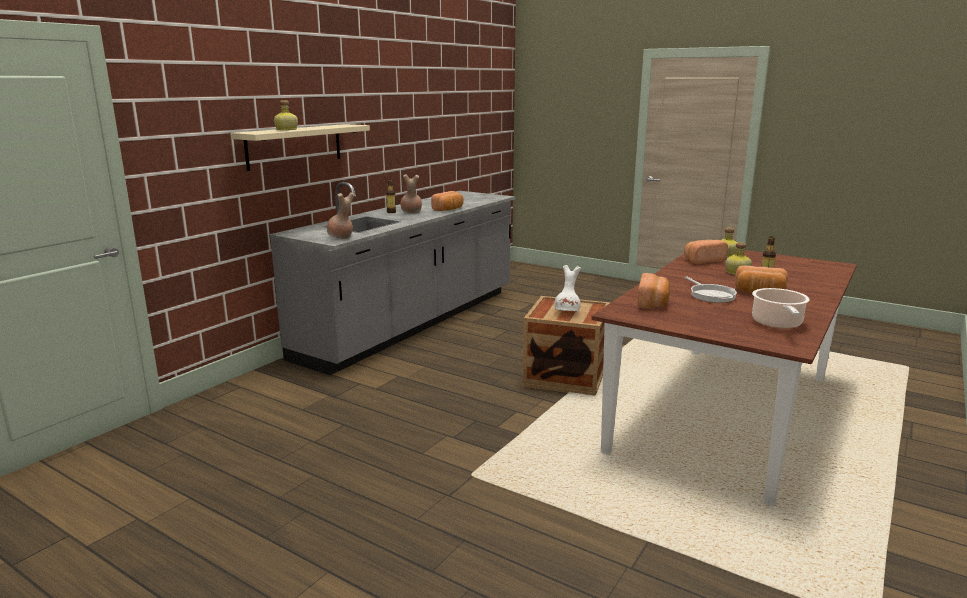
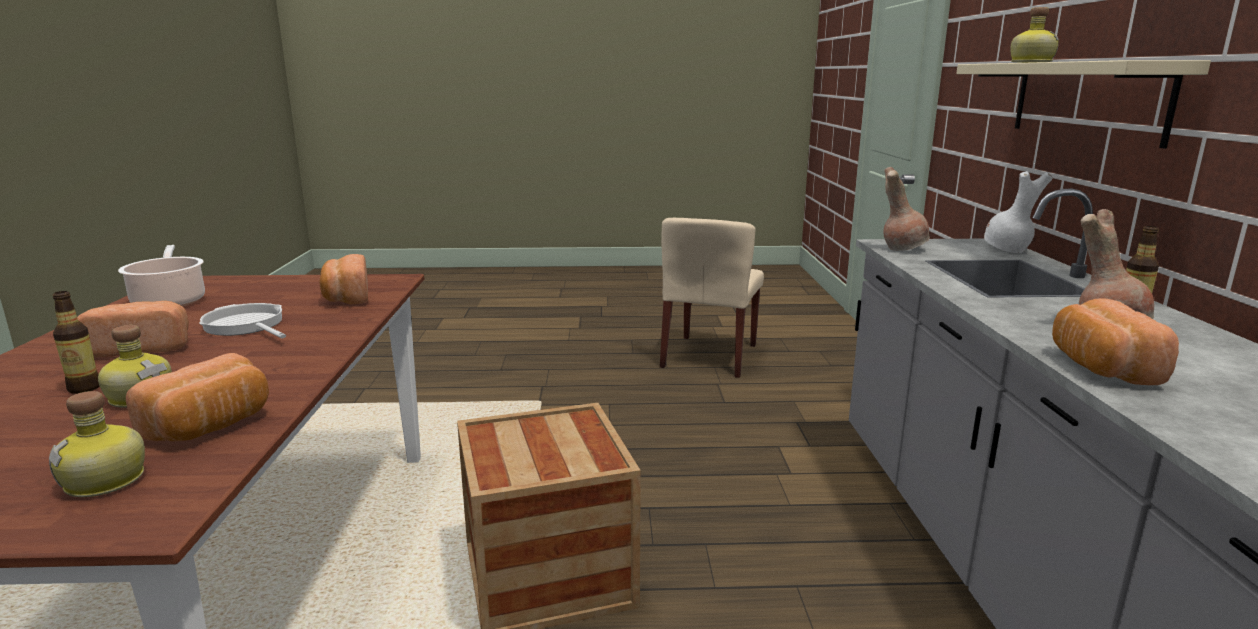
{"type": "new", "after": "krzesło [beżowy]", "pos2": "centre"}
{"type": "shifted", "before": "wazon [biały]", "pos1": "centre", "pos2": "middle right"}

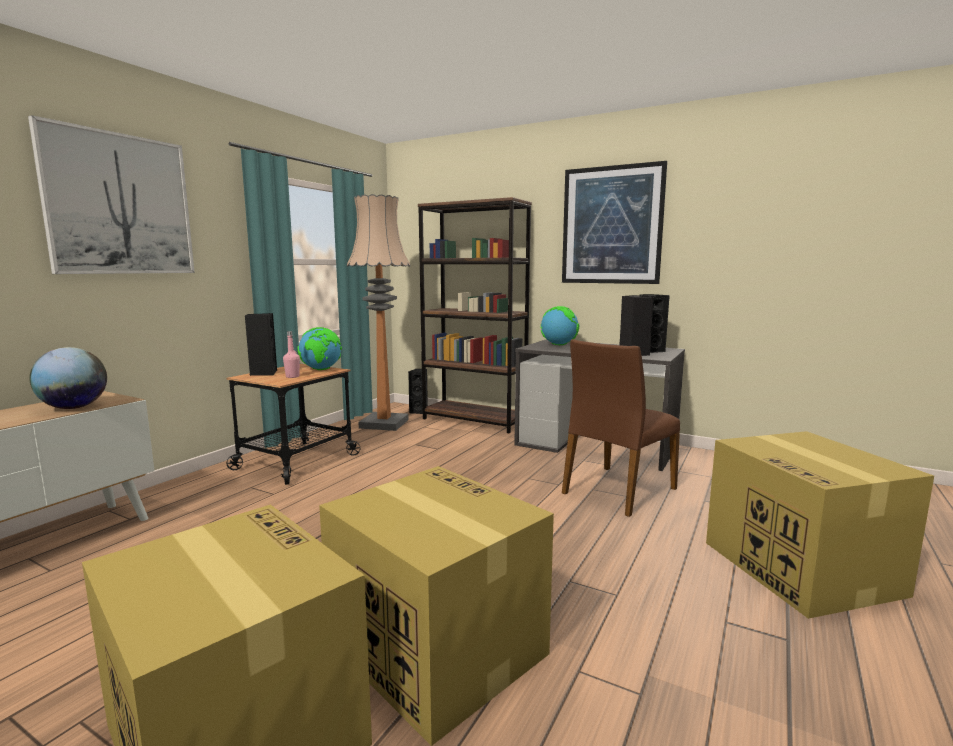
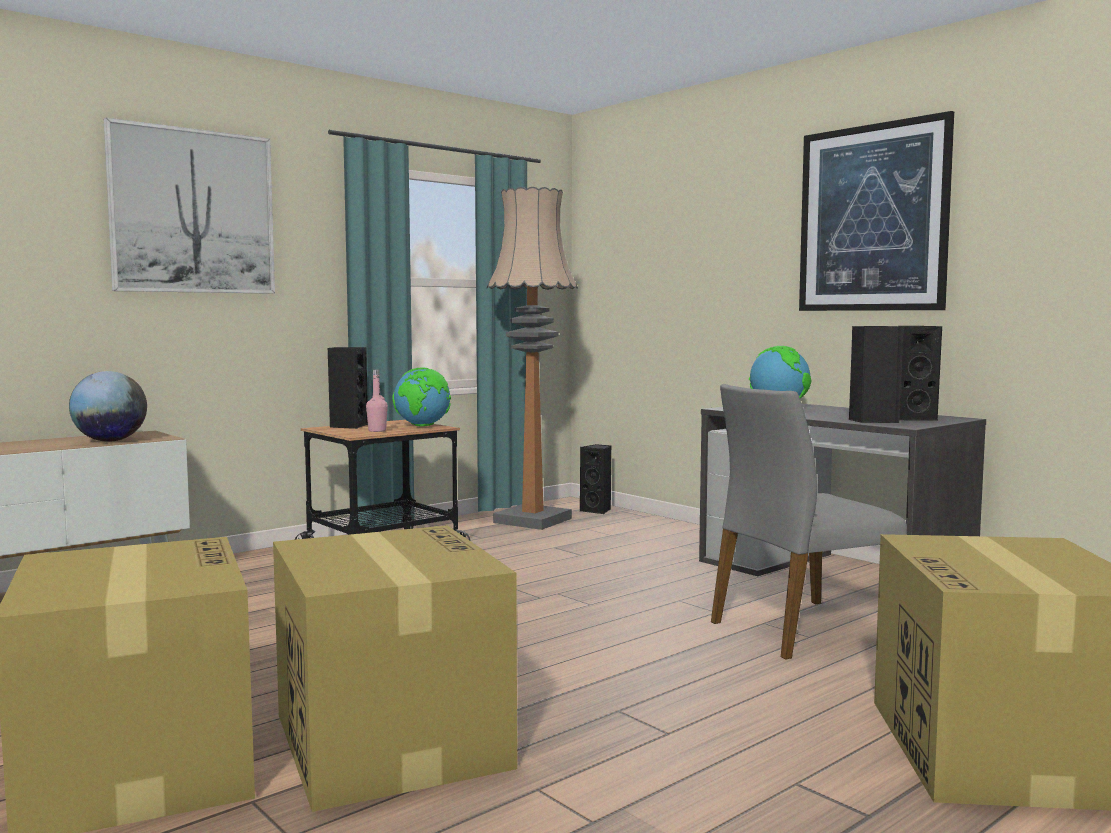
{"type": "gone", "before": "regał [brązowy]", "pos1": "centre"}
{"type": "repainted", "before": "krzesło [brązowy]", "after": "krzesło [szary]", "pos1": "centre", "pos2": "middle right"}

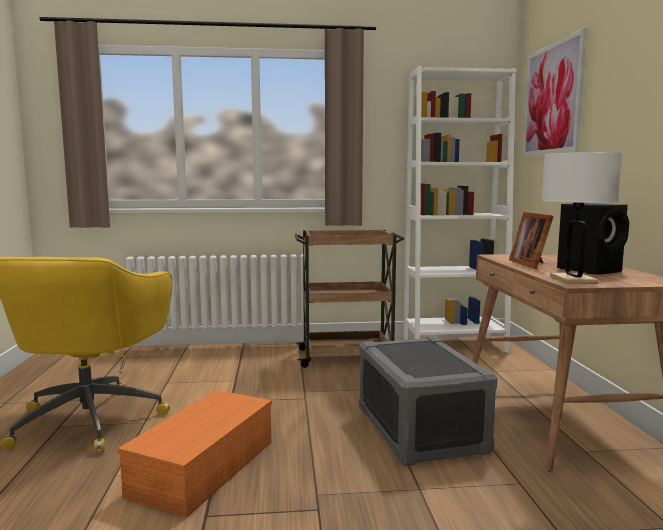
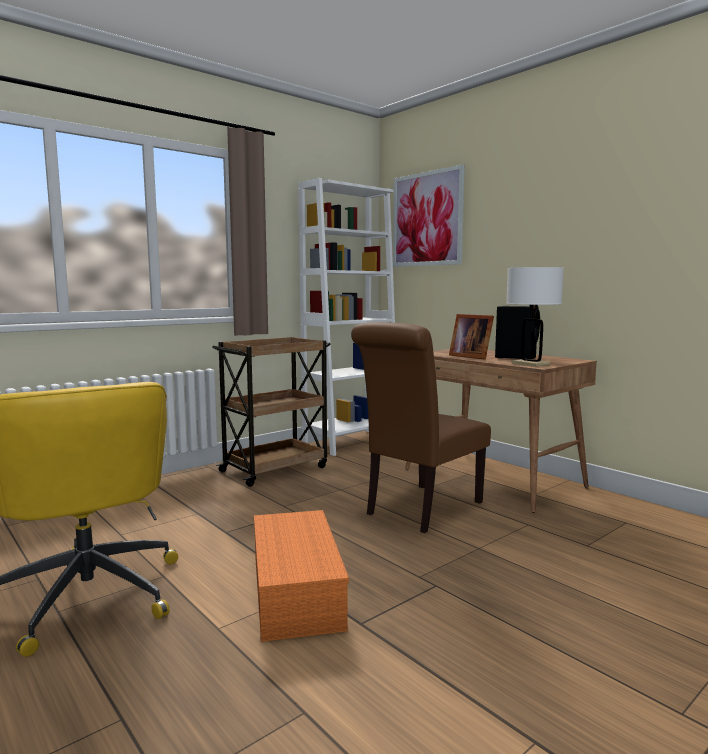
{"type": "swapped", "before": "pojemnik do przechowywania [szary]", "after": "krzesło [brązowy]", "pos1": "bottom centre", "pos2": "centre"}

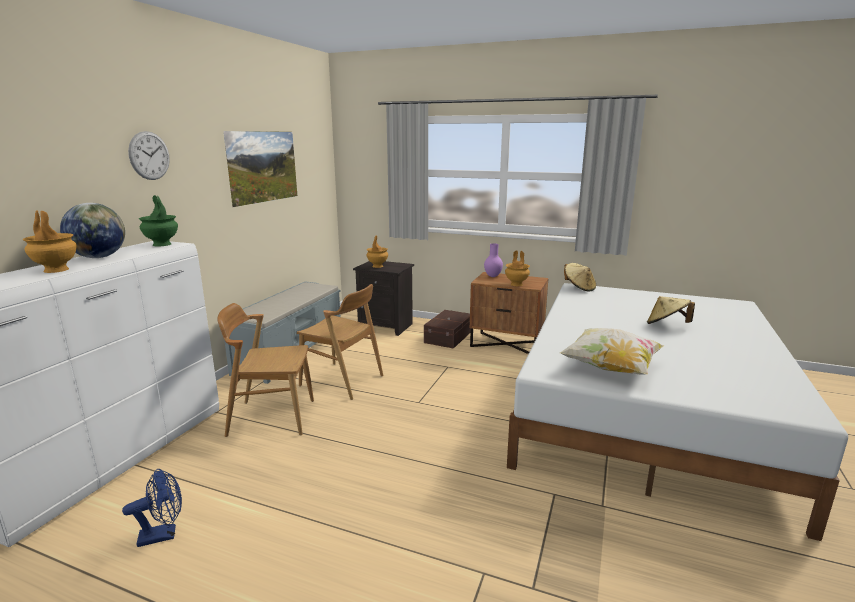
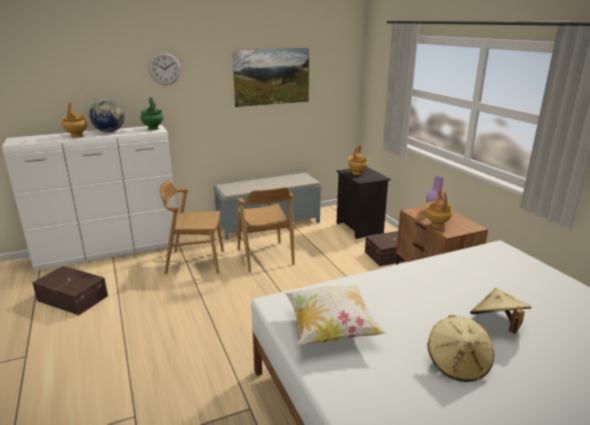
{"type": "shifted", "before": "kapelusz [beżowy] (no. 1 from left)", "pos1": "middle right", "pos2": "bottom right"}
{"type": "swapped", "before": "wentylator [niebieski]", "after": "pojemnik do przechowywania [brązowy] (no. 1 from left)", "pos1": "bottom left", "pos2": "bottom left"}
{"type": "rotated", "before": "krzesło [brązowy] (no. 1 from left)", "pos1": "middle left", "pos2": "middle left", "turn": -45}

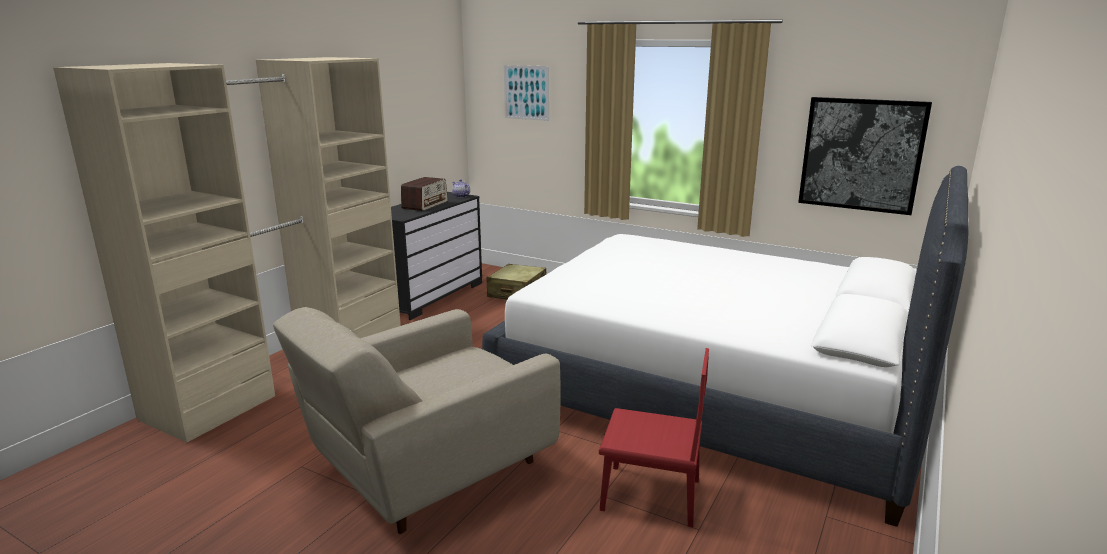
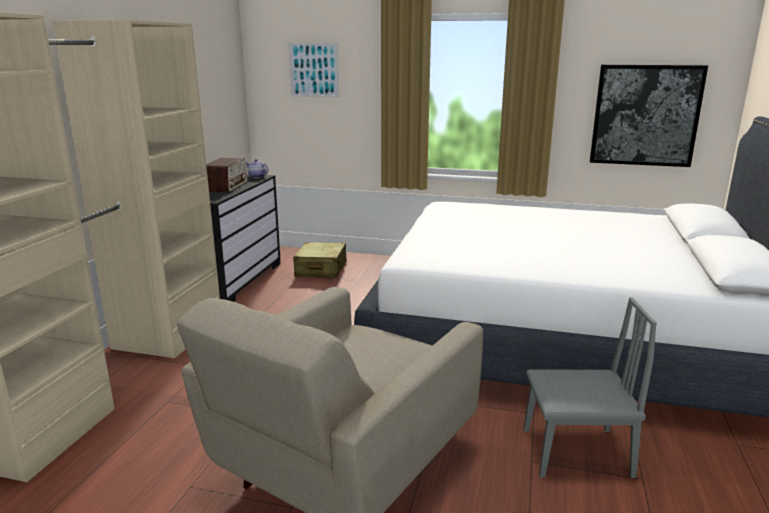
{"type": "repainted", "before": "krzesło [czerwony]", "after": "krzesło [szary]", "pos1": "bottom centre", "pos2": "bottom right"}

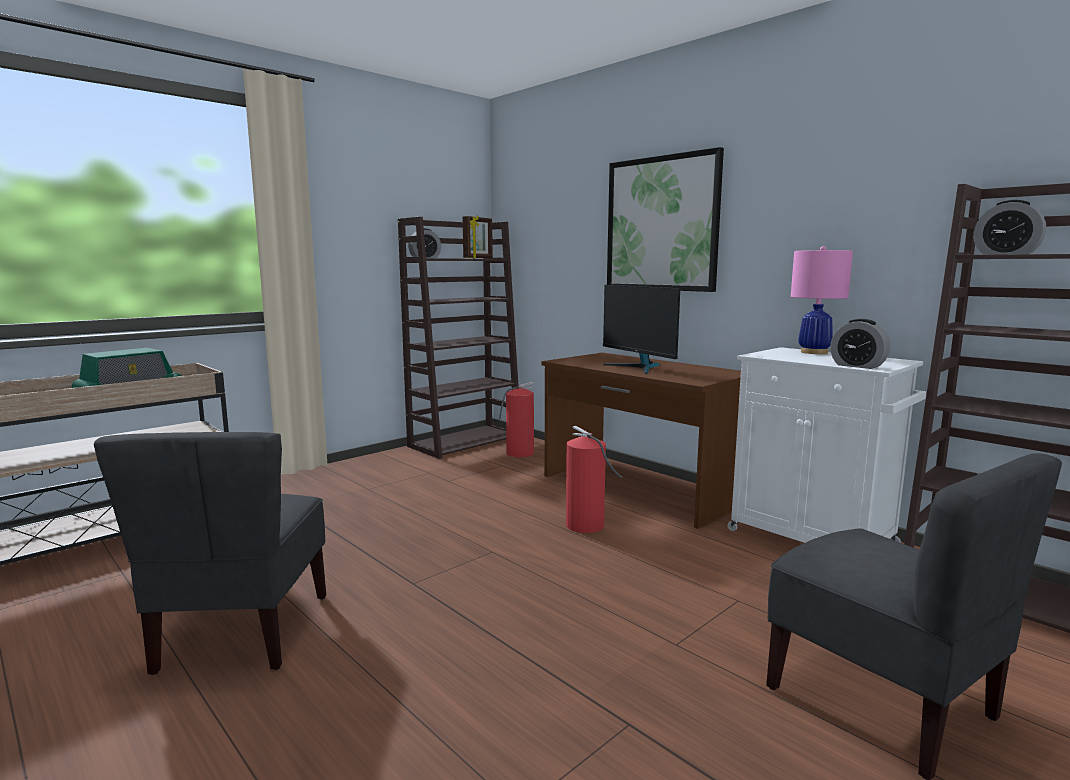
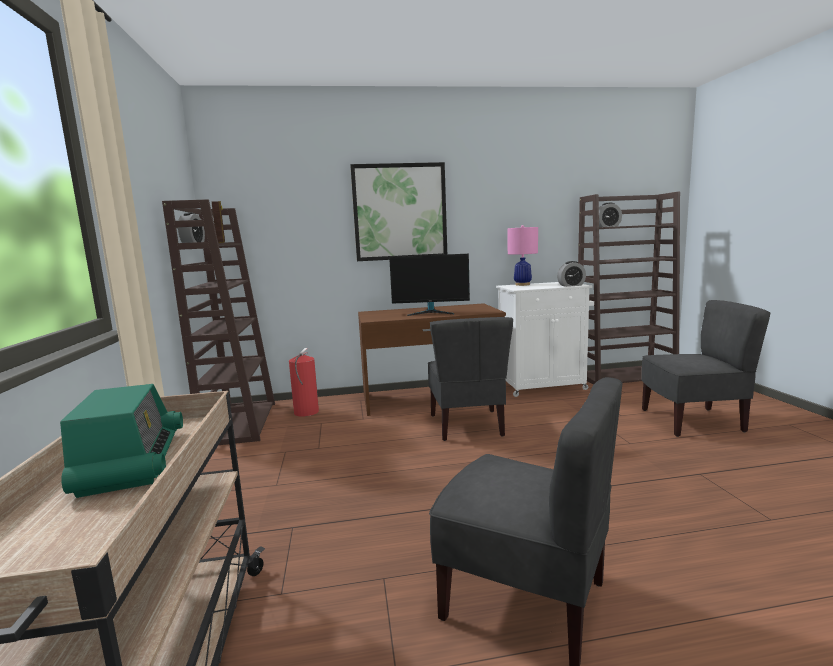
{"type": "swapped", "before": "gaśnica (no. 2 from left)", "after": "krzesło [szary] (no. 1 from left)", "pos1": "centre", "pos2": "centre"}

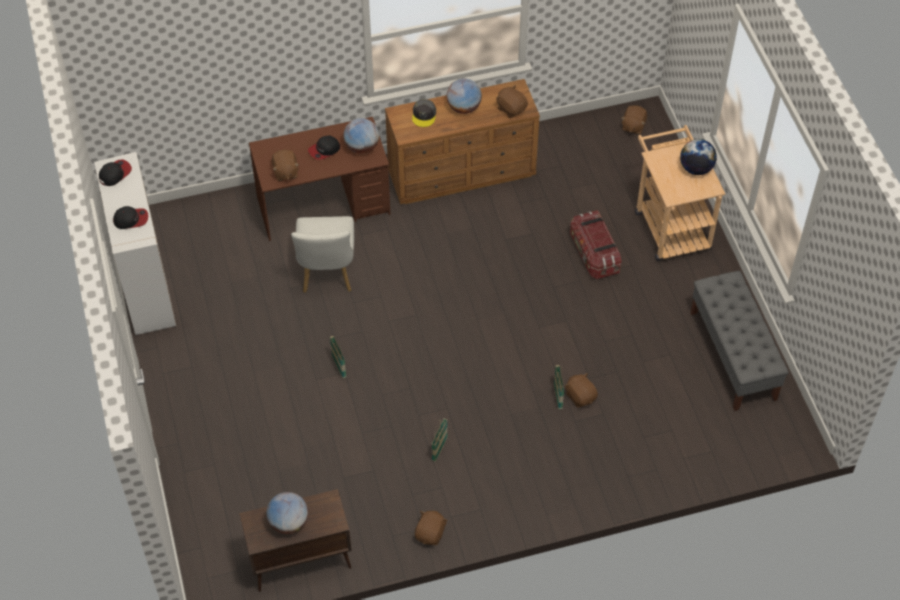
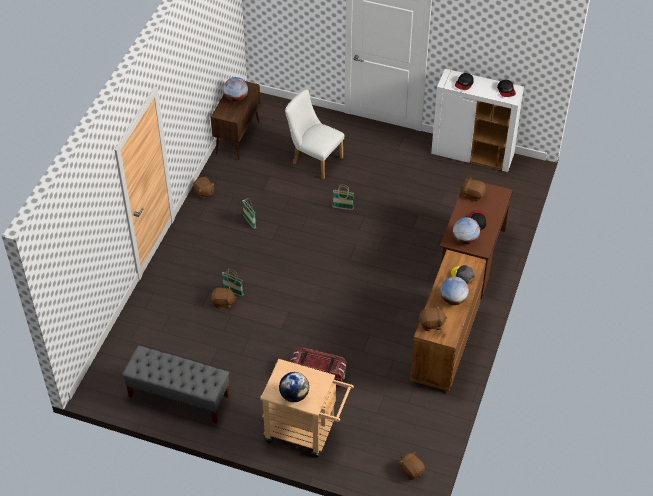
{"type": "shifted", "before": "krzesło [biały]", "pos1": "centre", "pos2": "top centre"}

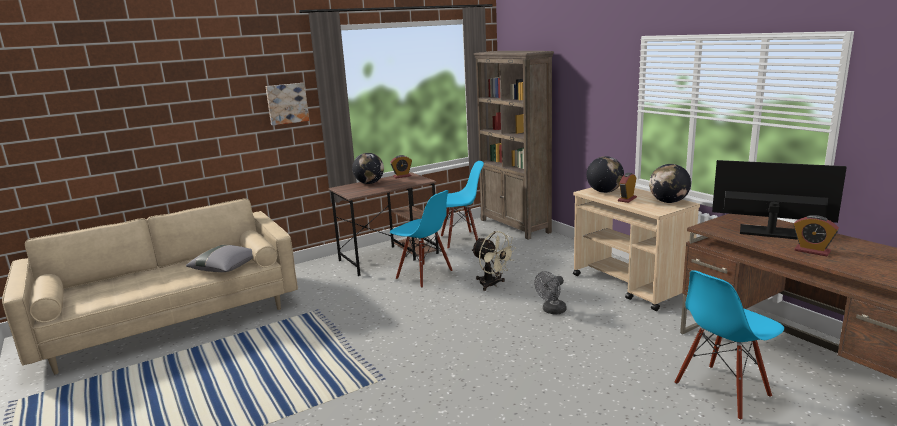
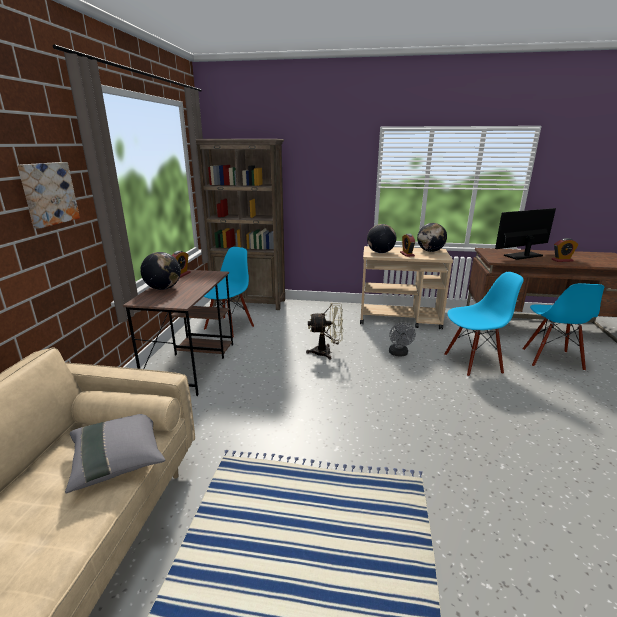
{"type": "shifted", "before": "krzesło [niebieski] (no. 1 from left in the first image)", "after": "krzesło [niebieski] (no. 2 from left)", "pos1": "centre", "pos2": "middle right"}

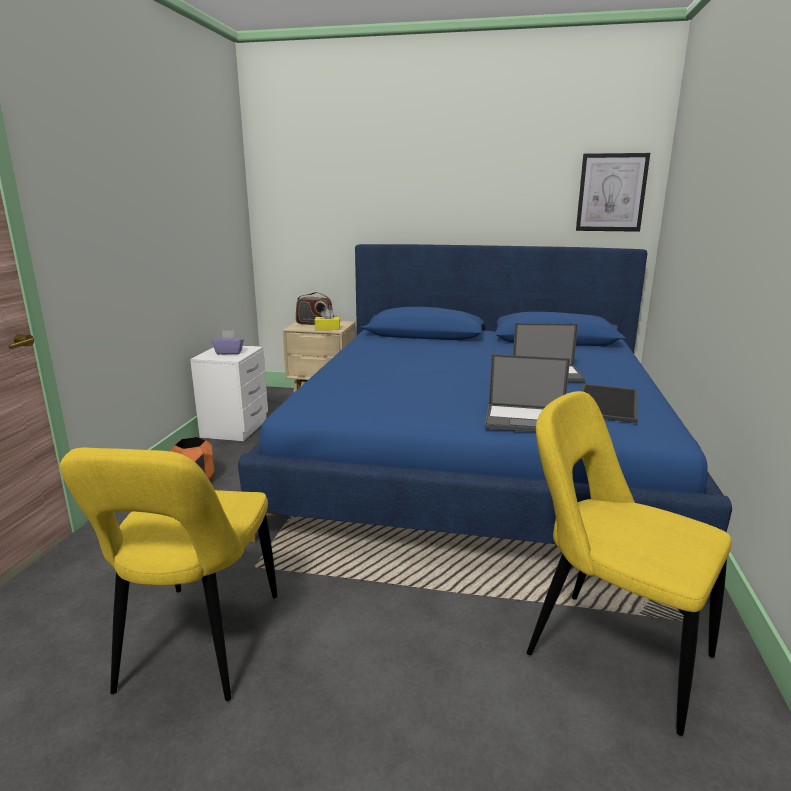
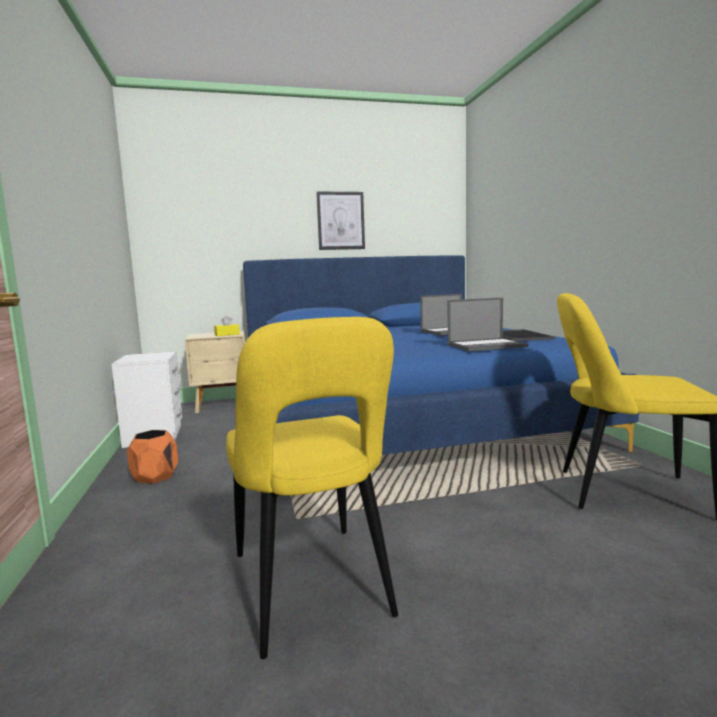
{"type": "gone", "before": "pudełko chusteczek [fioletowy]", "pos1": "middle left"}
{"type": "gone", "before": "radio", "pos1": "centre"}
{"type": "shifted", "before": "obraz", "pos1": "top right", "pos2": "top centre"}

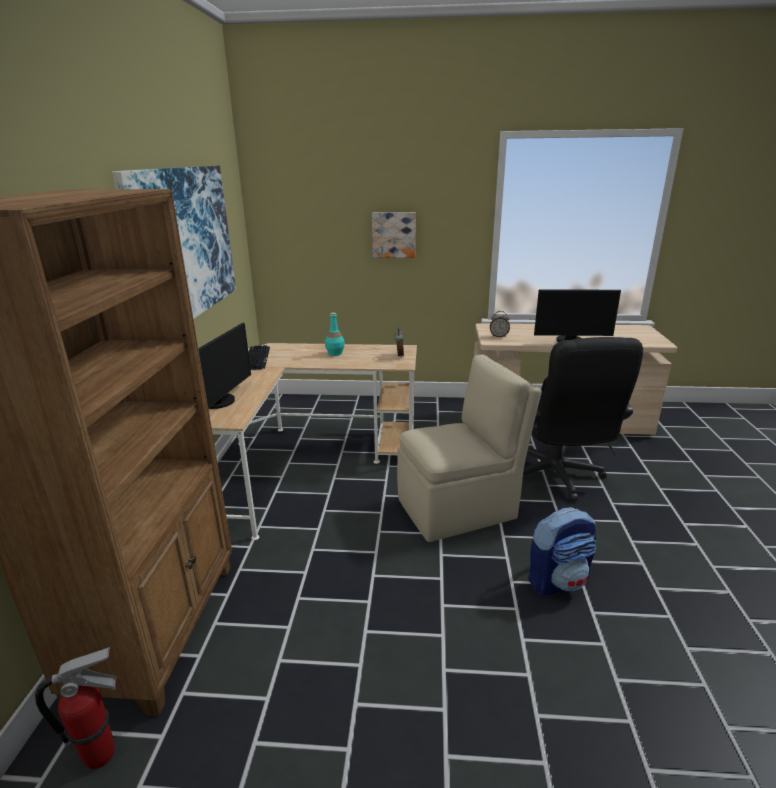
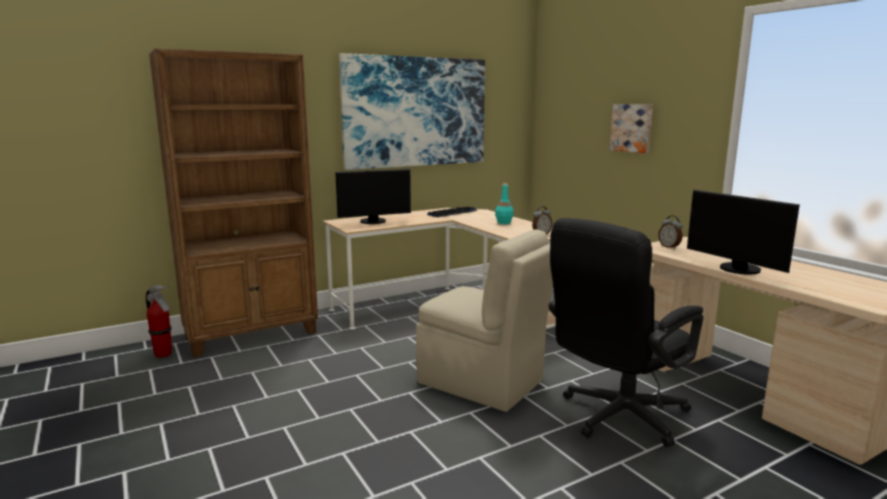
{"type": "gone", "before": "plecak", "pos1": "bottom right"}

